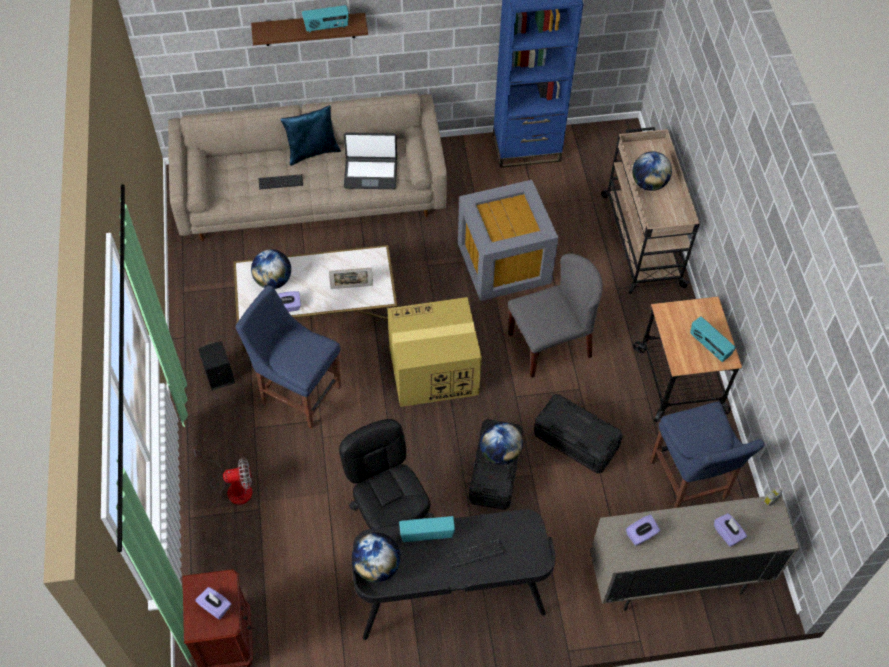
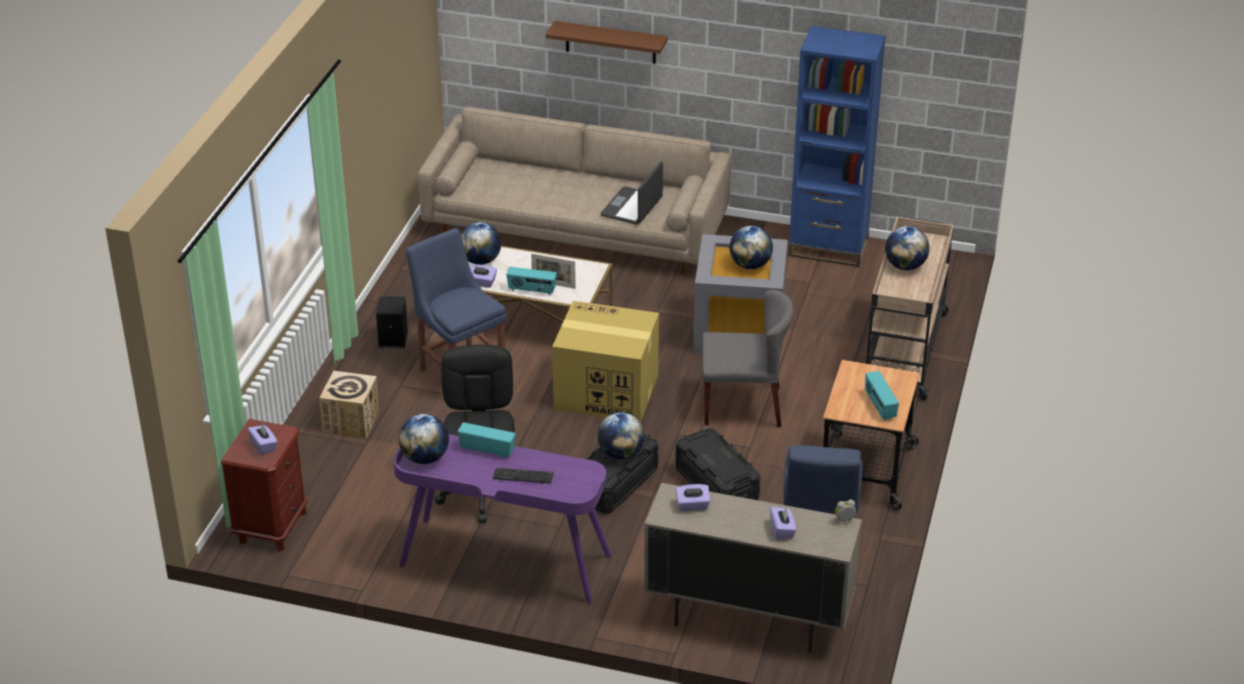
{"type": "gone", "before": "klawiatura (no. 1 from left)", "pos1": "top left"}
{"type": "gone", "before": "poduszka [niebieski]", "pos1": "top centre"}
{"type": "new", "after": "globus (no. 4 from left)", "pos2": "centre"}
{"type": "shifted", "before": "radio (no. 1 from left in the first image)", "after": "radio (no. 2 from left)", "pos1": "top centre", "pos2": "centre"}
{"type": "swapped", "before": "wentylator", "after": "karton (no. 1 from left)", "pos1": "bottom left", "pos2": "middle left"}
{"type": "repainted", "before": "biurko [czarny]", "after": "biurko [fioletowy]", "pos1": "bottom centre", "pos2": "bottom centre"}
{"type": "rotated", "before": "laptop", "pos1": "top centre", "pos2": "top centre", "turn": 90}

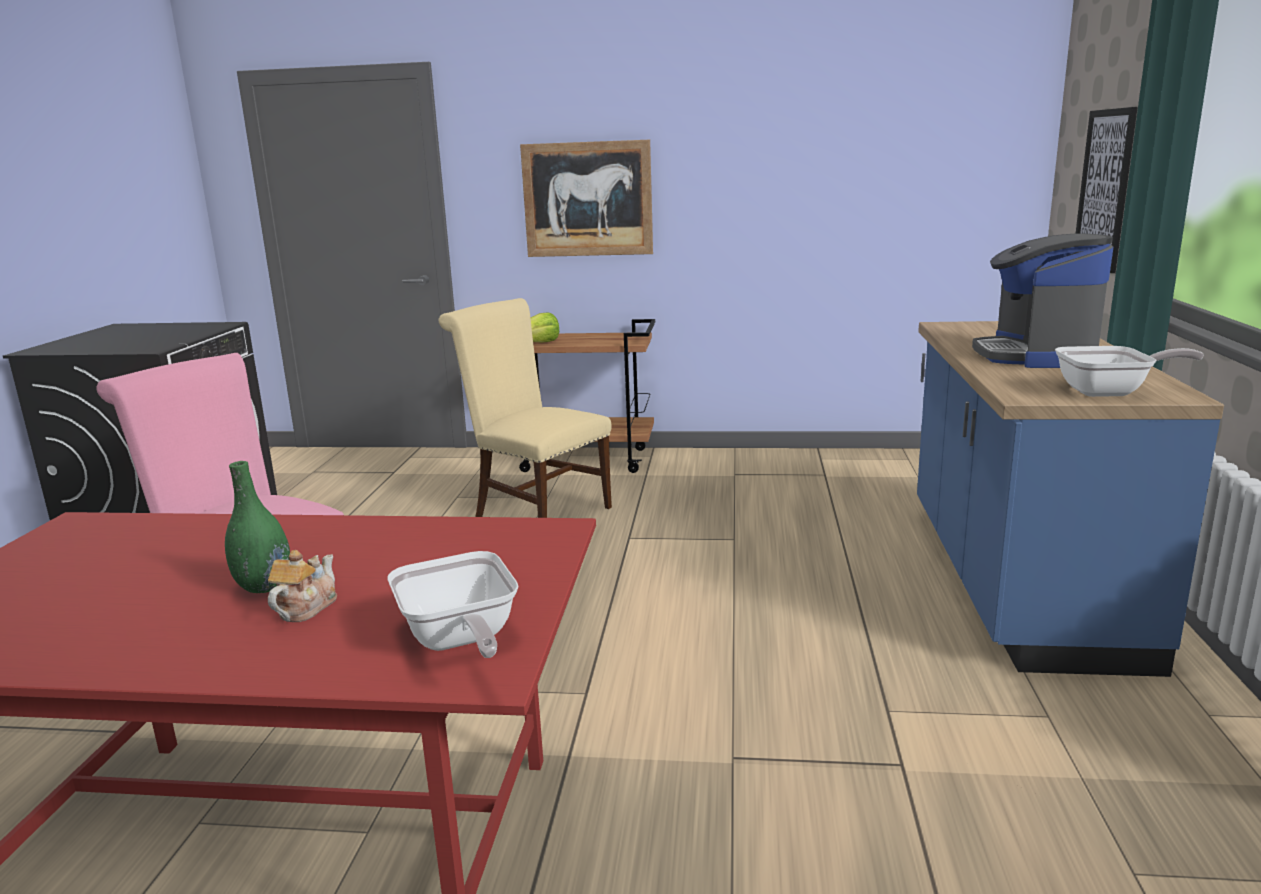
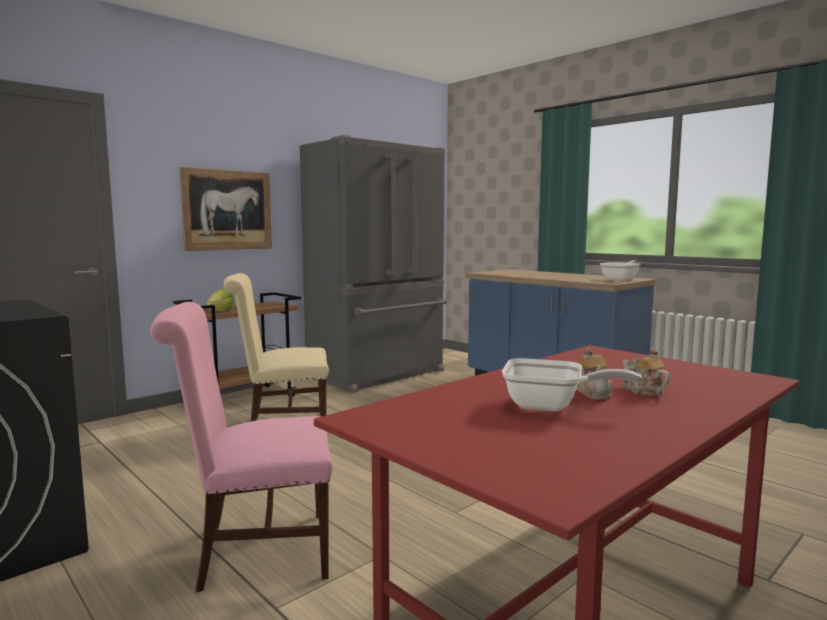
{"type": "gone", "before": "ekspres do kawy", "pos1": "middle right"}
{"type": "gone", "before": "obraz (no. 2 from left)", "pos1": "top right"}
{"type": "new", "after": "lodówka [szary]", "pos2": "centre"}
{"type": "shifted", "before": "patelnia (no. 1 from left)", "pos1": "bottom centre", "pos2": "middle right"}
{"type": "swapped", "before": "wazon [zielony]", "after": "imbryk (no. 1 from left)", "pos1": "middle left", "pos2": "middle right"}

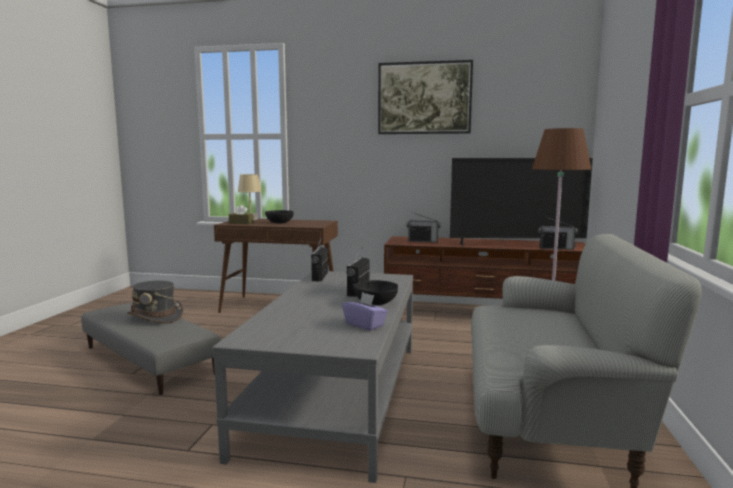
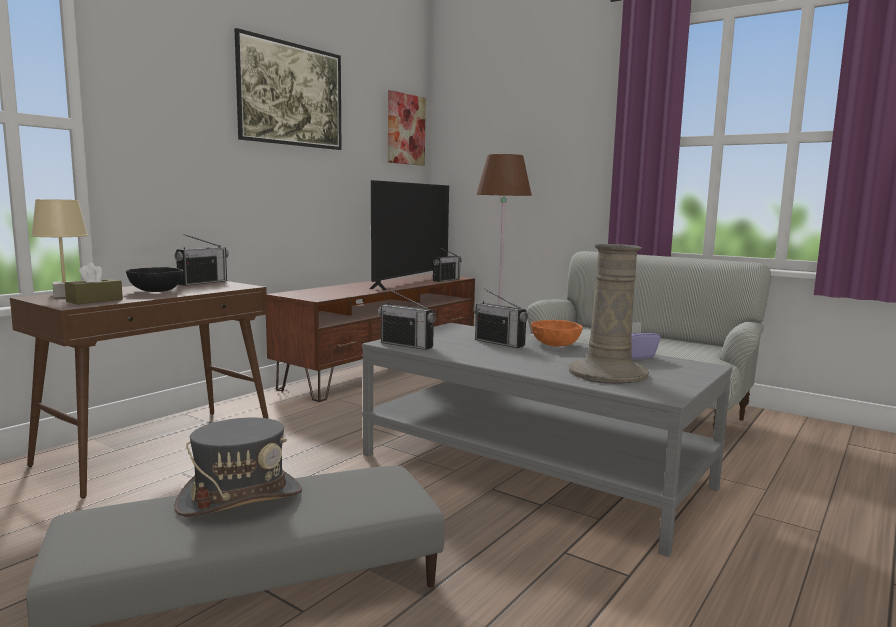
{"type": "new", "after": "obraz (no. 2 from left)", "pos2": "top centre"}
{"type": "new", "after": "wazon [beżowy]", "pos2": "middle right"}
{"type": "shifted", "before": "radio (no. 3 from left in the first image)", "after": "radio (no. 1 from left)", "pos1": "centre", "pos2": "middle left"}
{"type": "repainted", "before": "miska [czarny] (no. 2 from left)", "after": "miska [pomarańczowy]", "pos1": "centre", "pos2": "centre"}

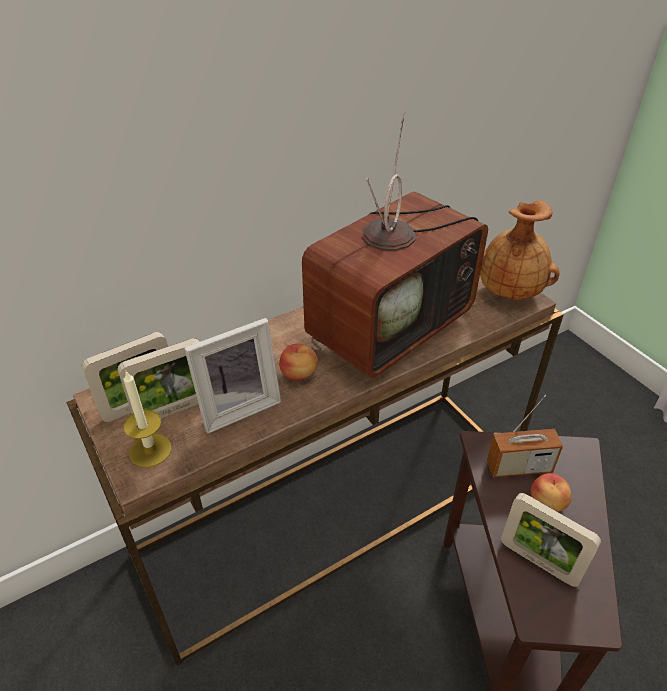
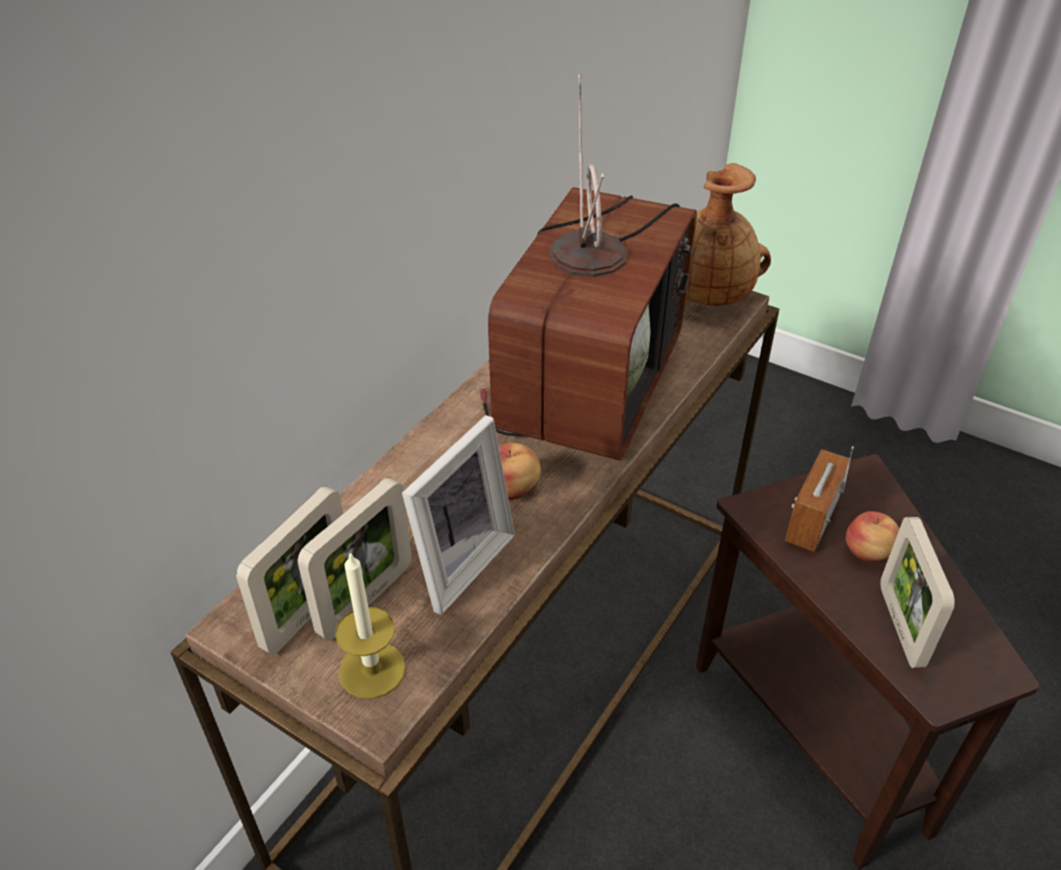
{"type": "rotated", "before": "radio", "pos1": "middle right", "pos2": "middle right", "turn": 150}
{"type": "rotated", "before": "ramka na zdjęcie (no. 4 from left)", "pos1": "bottom right", "pos2": "bottom right", "turn": 75}

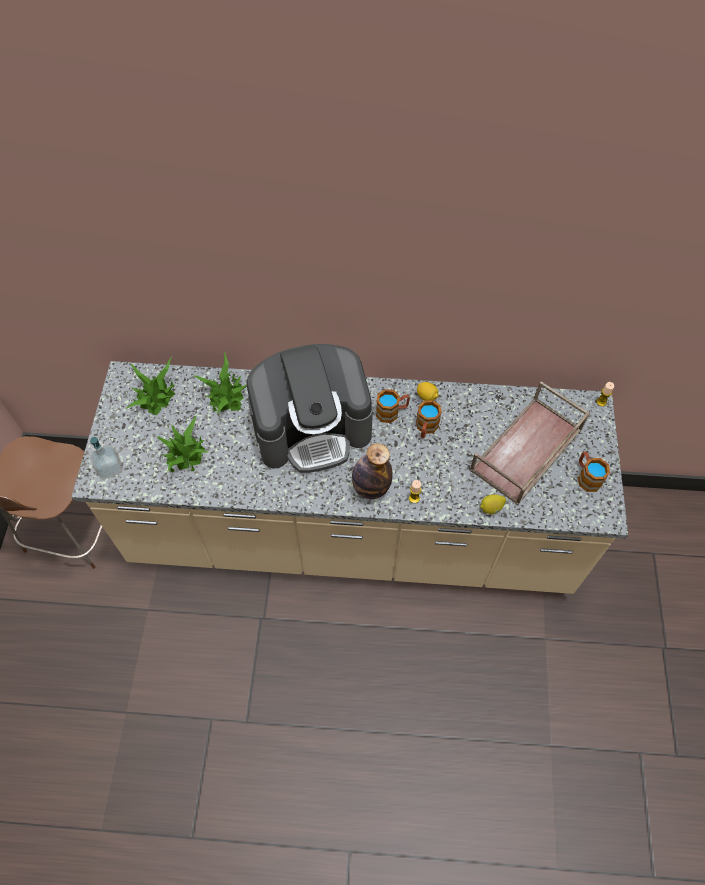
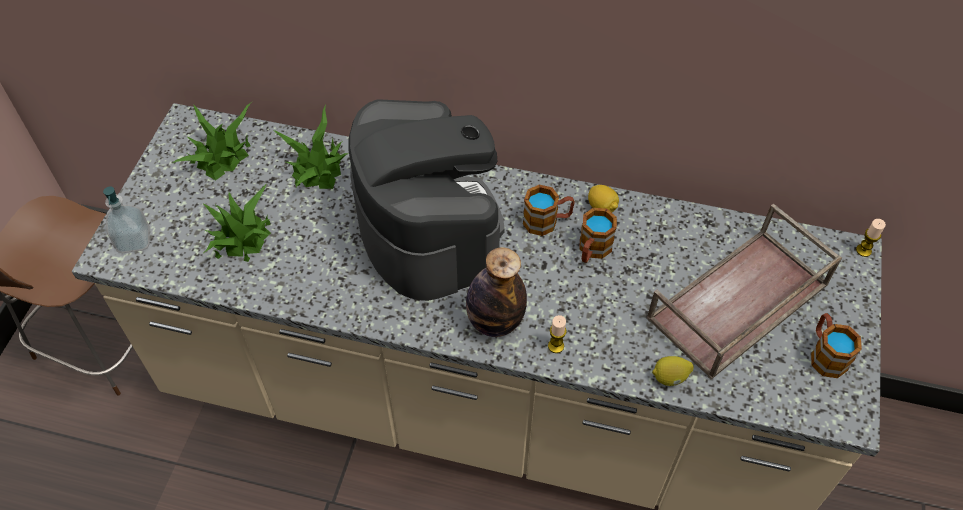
{"type": "rotated", "before": "ekspres do kawy", "pos1": "centre", "pos2": "centre", "turn": -105}

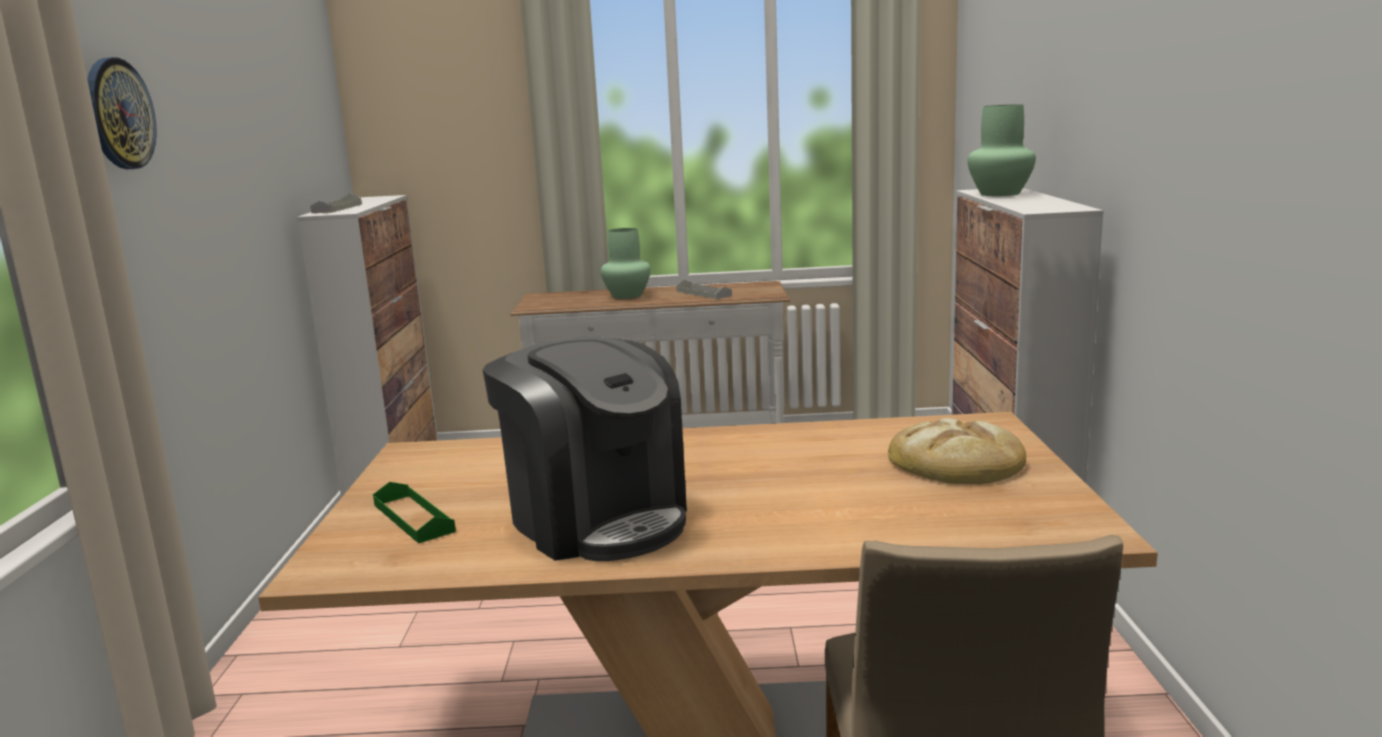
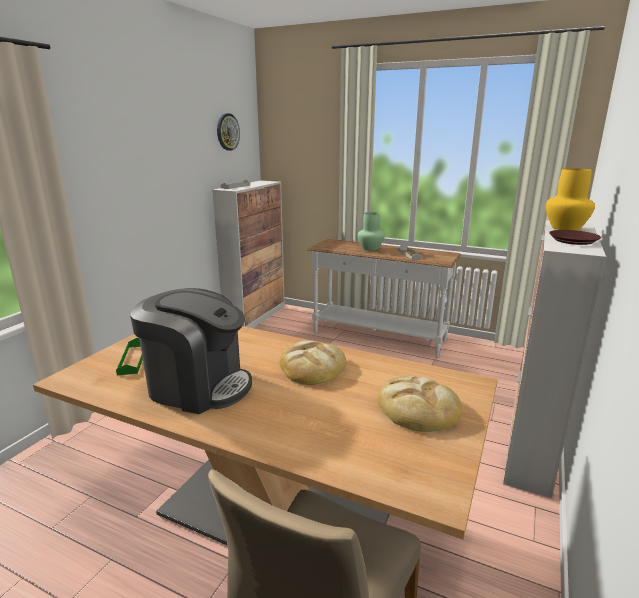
{"type": "new", "after": "chleb (no. 1 from left)", "pos2": "centre"}
{"type": "new", "after": "talerz [brązowy]", "pos2": "middle right"}
{"type": "shifted", "before": "zegar ścienny", "pos1": "top left", "pos2": "top centre"}
{"type": "repainted", "before": "wazon [zielony] (no. 2 from left)", "after": "wazon [żółty]", "pos1": "top right", "pos2": "top right"}
{"type": "rotated", "before": "ekspres do kawy", "pos1": "centre", "pos2": "middle left", "turn": -60}

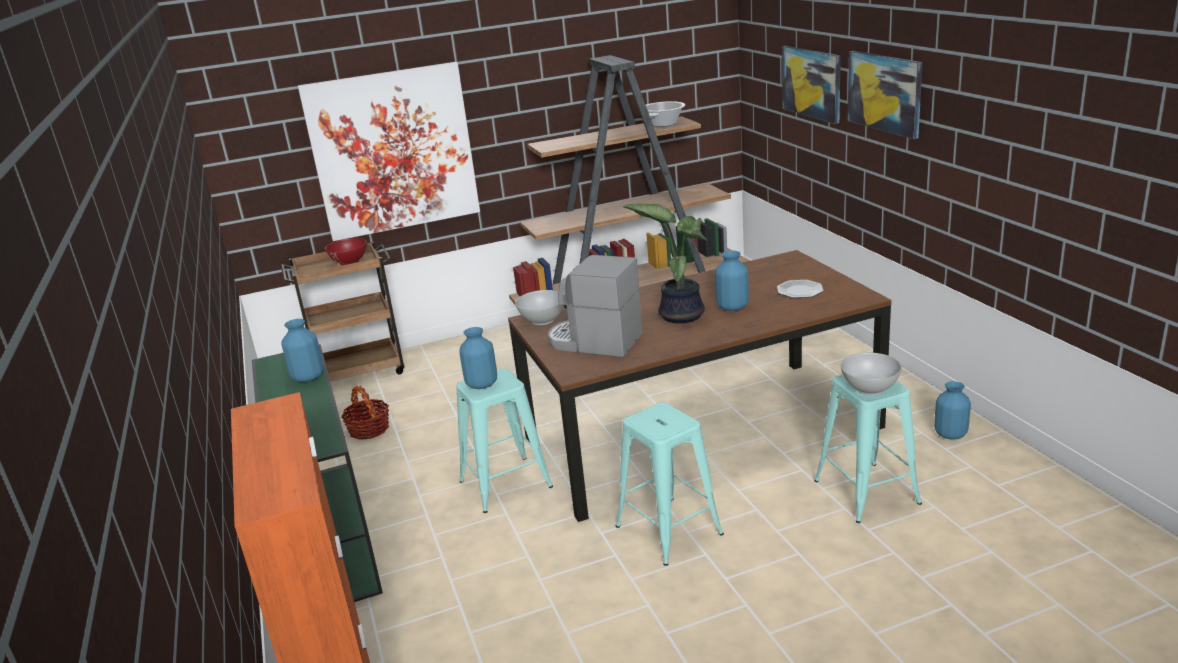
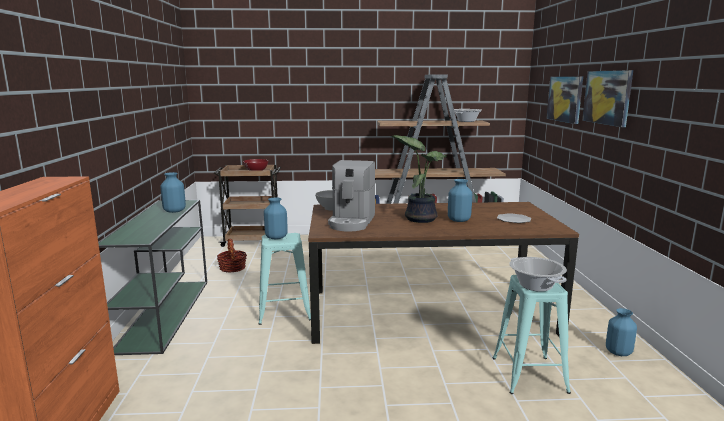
{"type": "gone", "before": "obraz (no. 1 from left)", "pos1": "top left"}
{"type": "gone", "before": "stołek [turkusowy] (no. 2 from left)", "pos1": "bottom centre"}
{"type": "swapped", "before": "miska [biały] (no. 2 from left)", "after": "garnek (no. 2 from left)", "pos1": "middle right", "pos2": "middle right"}
{"type": "rotated", "before": "ekspres do kawy", "pos1": "centre", "pos2": "centre", "turn": -120}

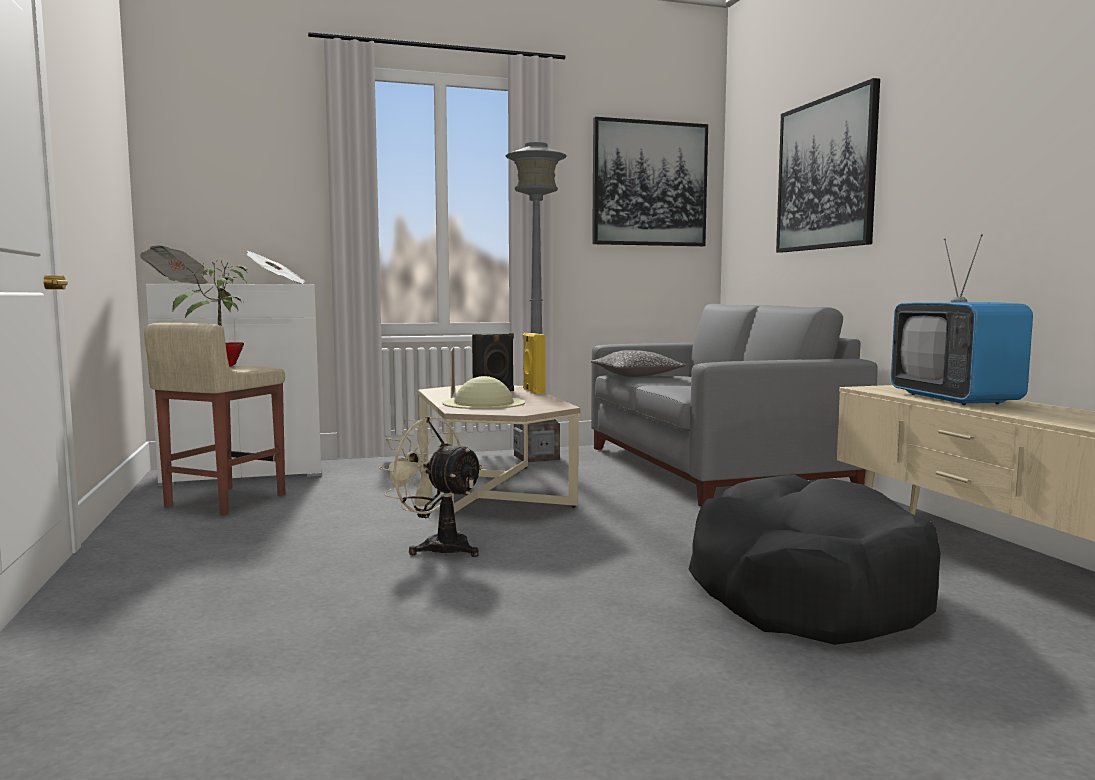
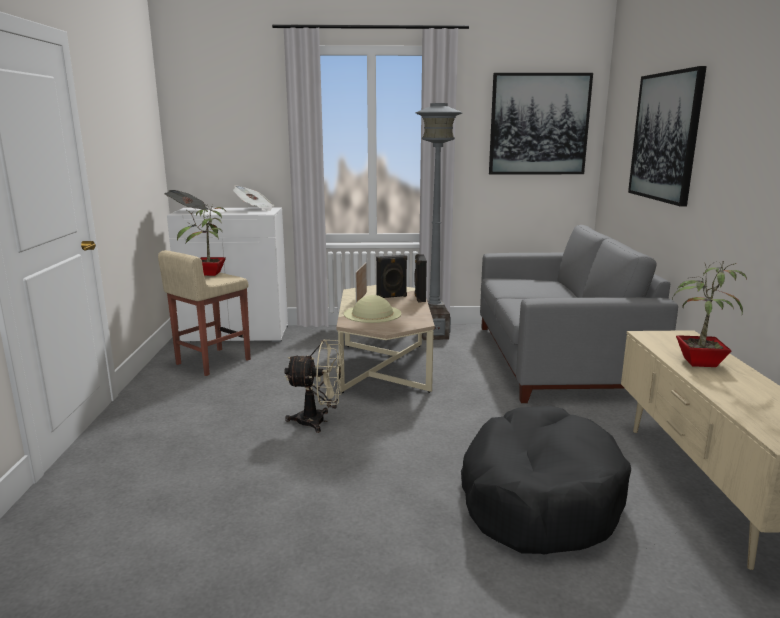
{"type": "gone", "before": "poduszka", "pos1": "centre"}
{"type": "swapped", "before": "telewizor", "after": "roślina doniczkowa (no. 2 from left)", "pos1": "middle right", "pos2": "middle right"}
{"type": "repainted", "before": "głośnik [żółty]", "after": "głośnik [czarny] (no. 2 from left)", "pos1": "centre", "pos2": "centre"}
{"type": "rotated", "before": "wentylator [beżowy]", "pos1": "centre", "pos2": "centre", "turn": 135}

